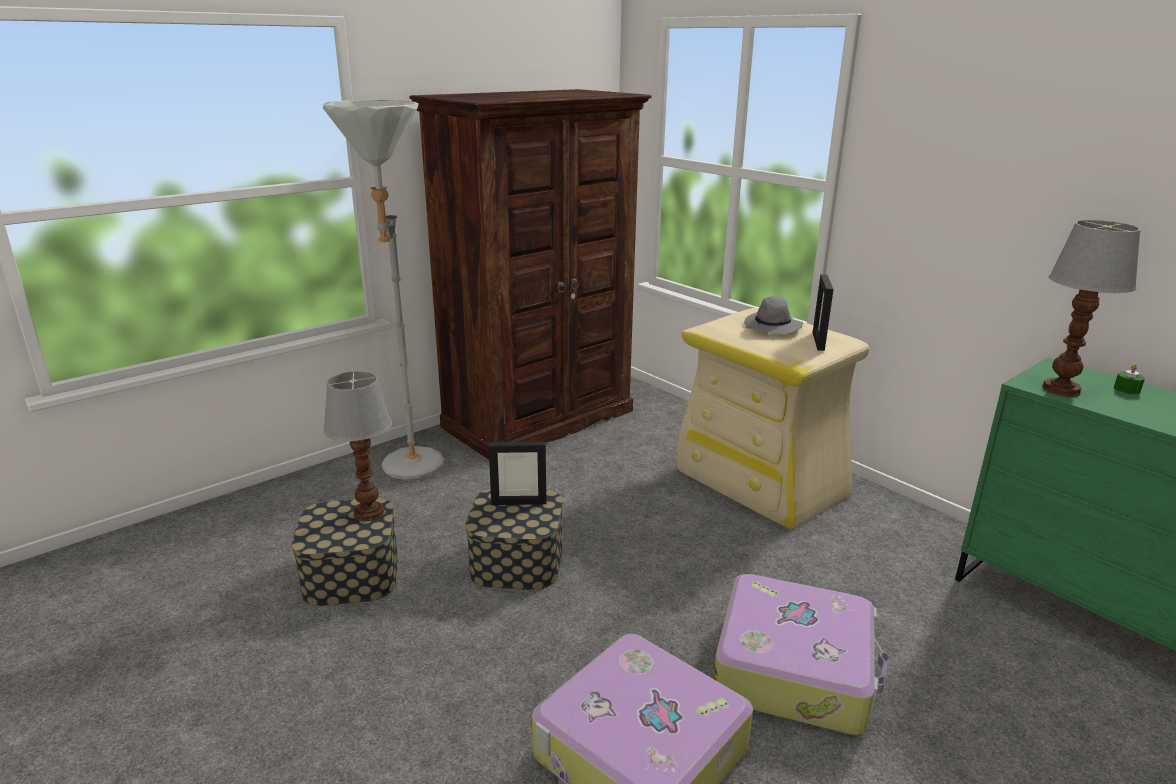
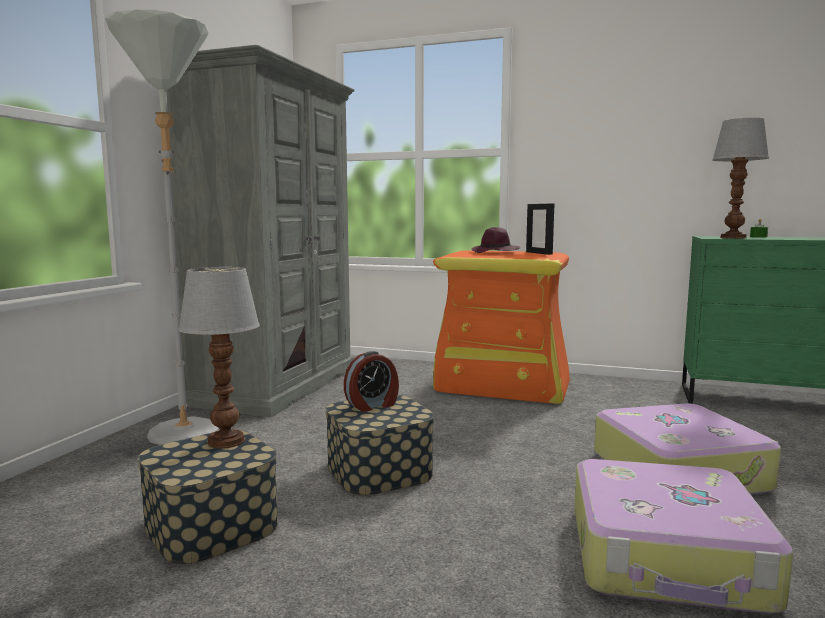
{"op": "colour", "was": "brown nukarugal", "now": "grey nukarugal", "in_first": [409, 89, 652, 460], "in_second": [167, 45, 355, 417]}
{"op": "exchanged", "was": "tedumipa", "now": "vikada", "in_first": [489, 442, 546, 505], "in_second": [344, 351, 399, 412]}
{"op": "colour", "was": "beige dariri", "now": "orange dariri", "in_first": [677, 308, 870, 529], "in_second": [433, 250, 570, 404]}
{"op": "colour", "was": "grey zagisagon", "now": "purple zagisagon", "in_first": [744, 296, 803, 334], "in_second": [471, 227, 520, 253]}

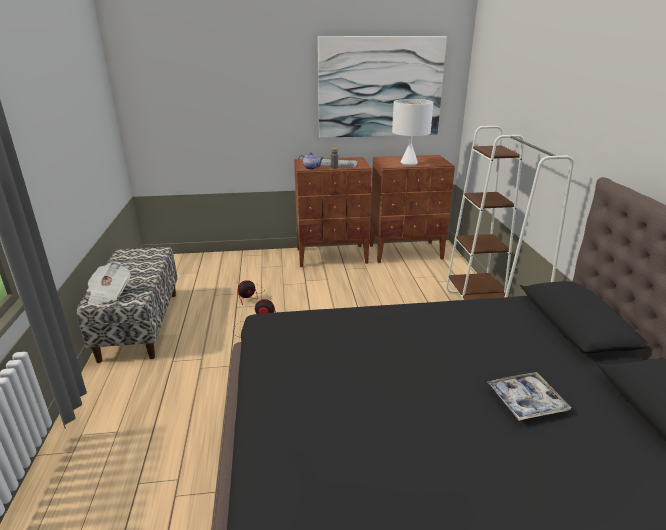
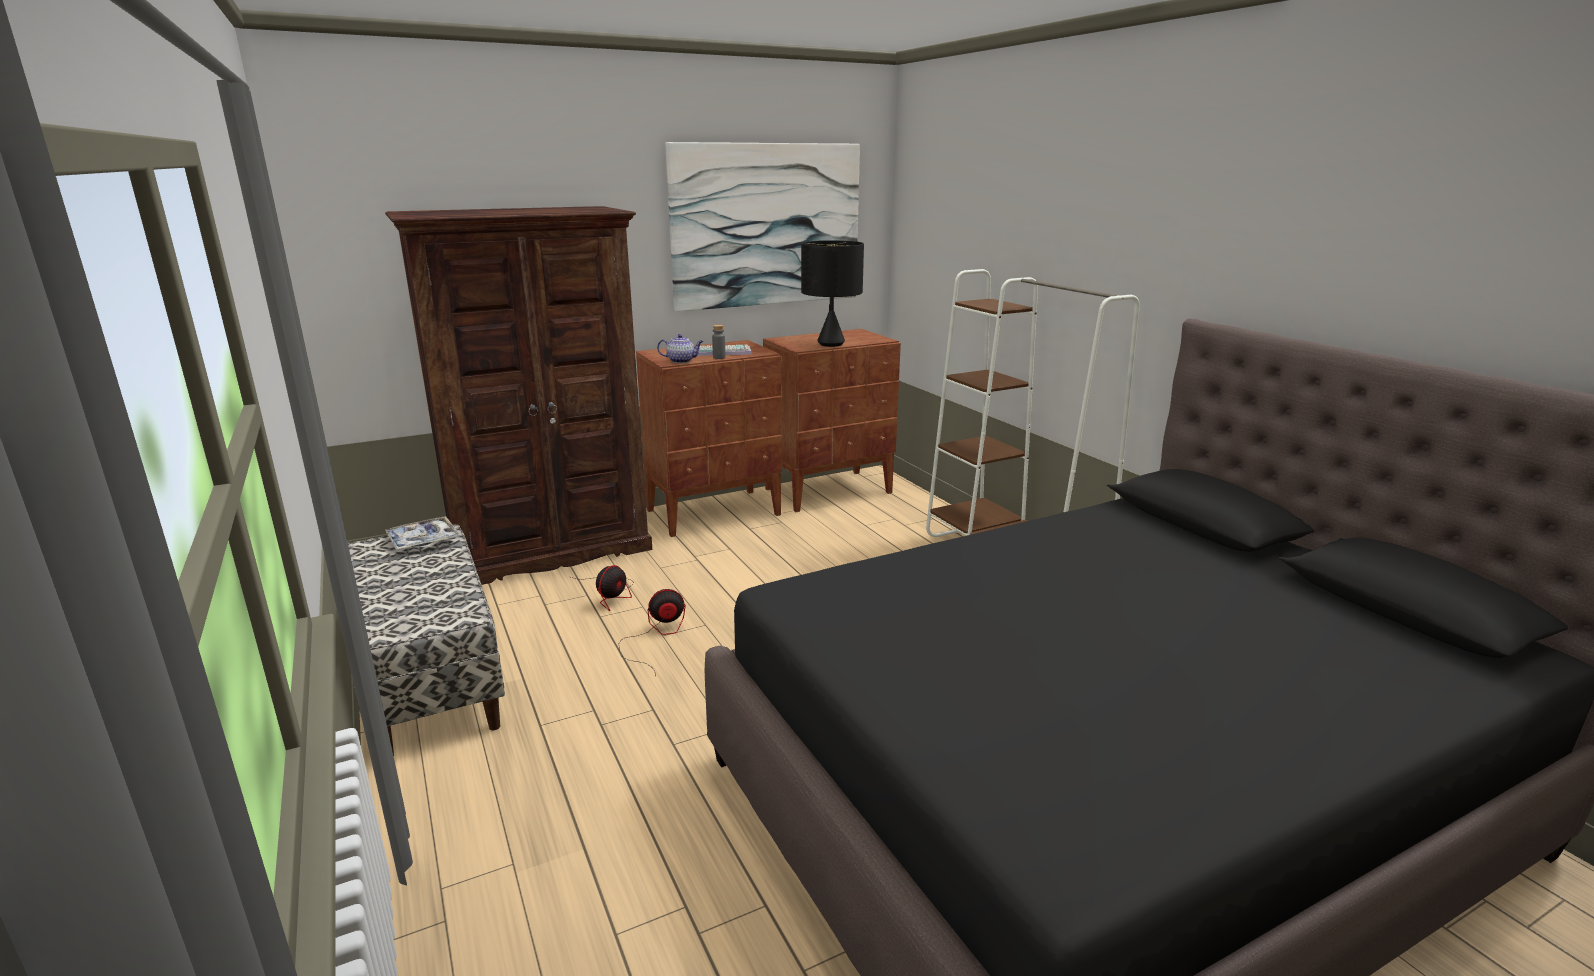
{"op": "appeared", "now": "brown nukarugal", "in_second": [385, 206, 652, 585]}
{"op": "relocated", "was": "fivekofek", "in_first": [487, 372, 571, 421], "in_second": [385, 516, 460, 550]}
{"op": "colour", "was": "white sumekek", "now": "black sumekek", "in_first": [392, 99, 433, 166], "in_second": [801, 240, 864, 347]}
{"op": "missing", "was": "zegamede", "in_first": [87, 262, 131, 305]}

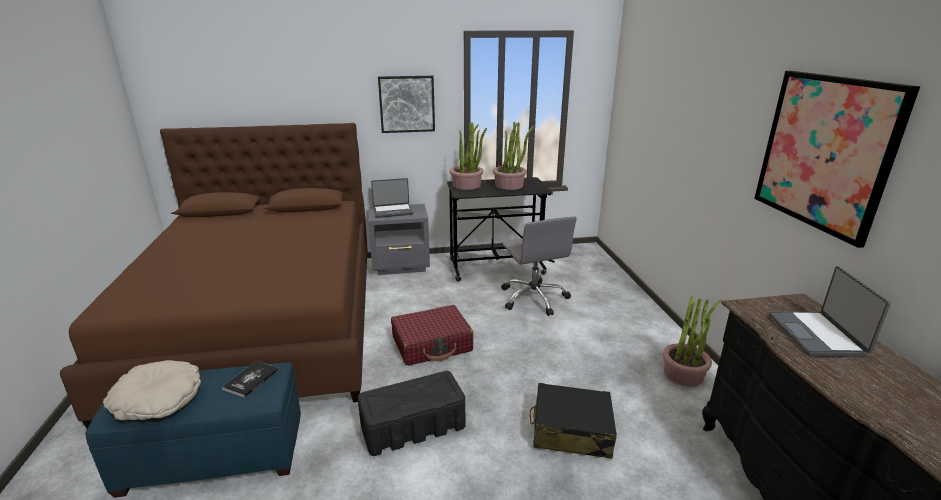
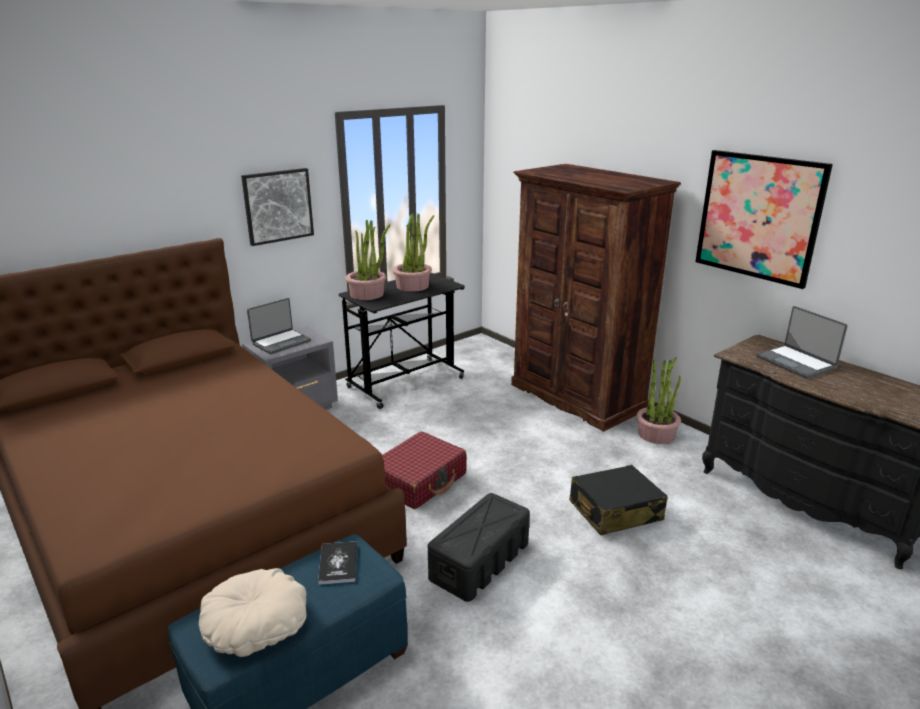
{"op": "appeared", "now": "brown nukarugal", "in_second": [511, 164, 681, 432]}
{"op": "missing", "was": "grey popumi", "in_first": [501, 216, 577, 316]}

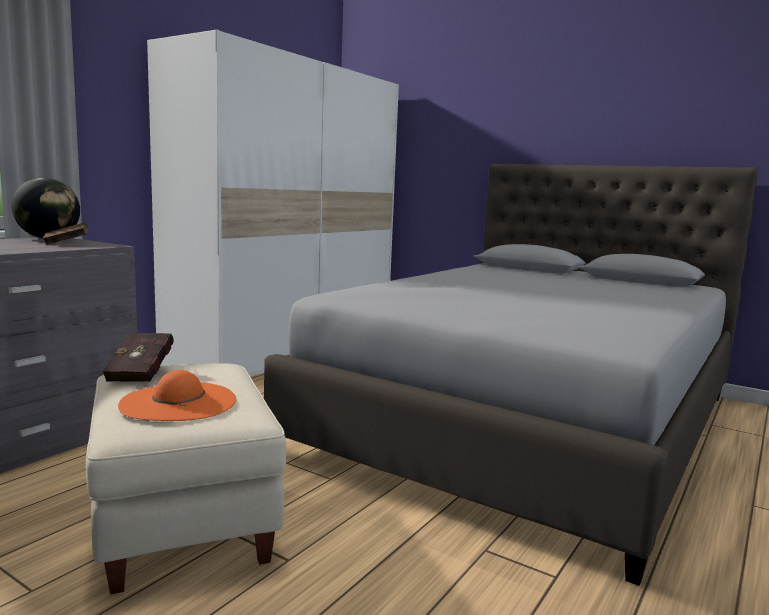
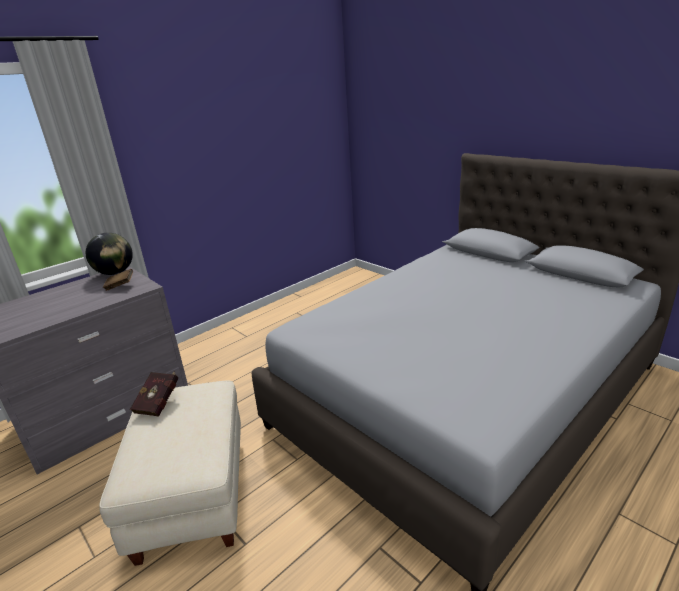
{"op": "missing", "was": "orange zagisagon", "in_first": [118, 370, 236, 421]}
{"op": "missing", "was": "white nukarugal", "in_first": [147, 30, 399, 377]}

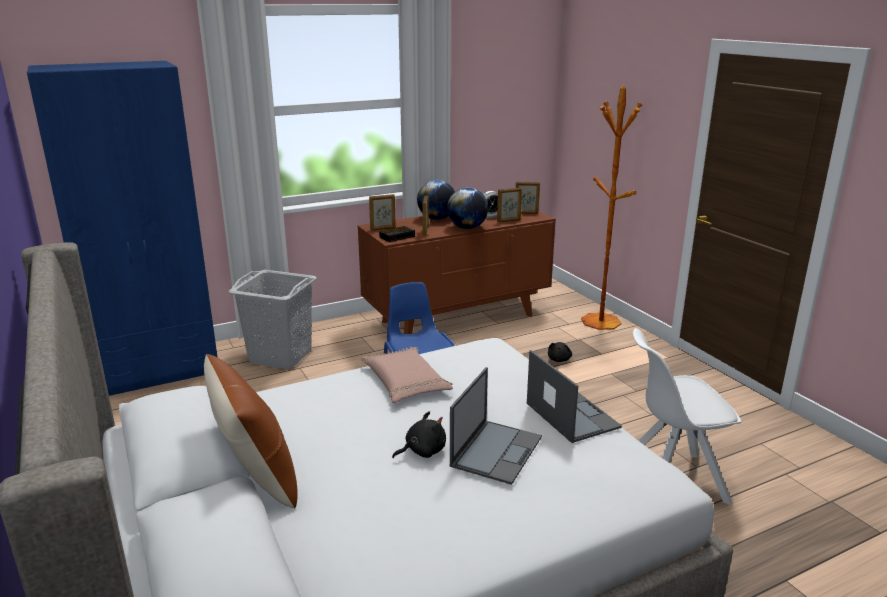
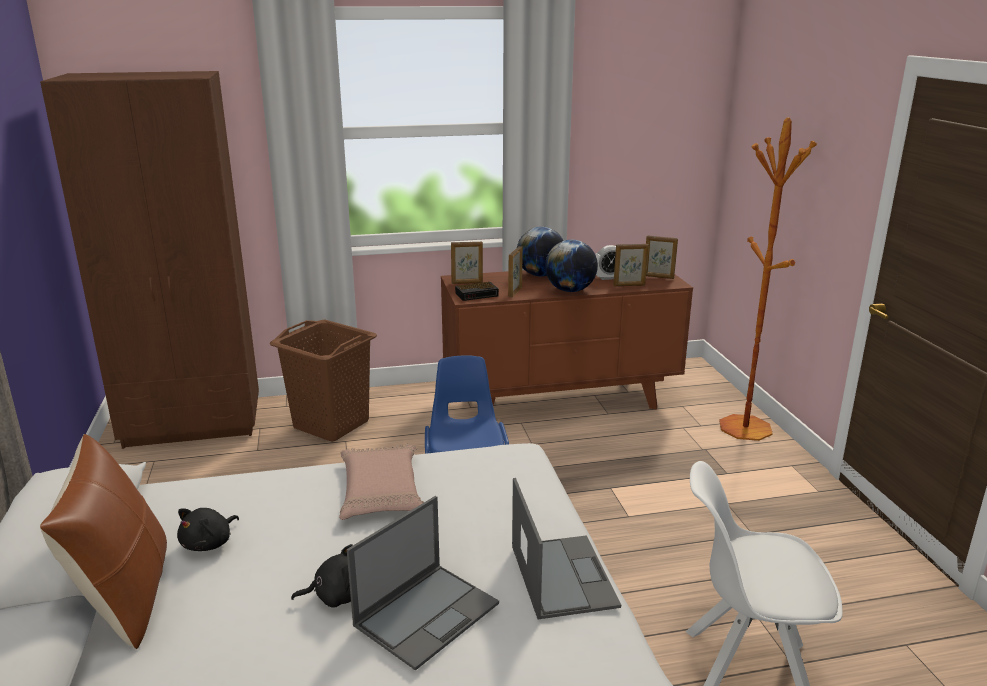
{"op": "colour", "was": "blue nukarugal", "now": "brown nukarugal", "in_first": [27, 61, 218, 396], "in_second": [40, 71, 259, 449]}
{"op": "relocated", "was": "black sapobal", "in_first": [548, 342, 572, 362], "in_second": [177, 508, 239, 551]}
{"op": "colour", "was": "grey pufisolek", "now": "brown pufisolek", "in_first": [229, 270, 317, 369], "in_second": [269, 319, 377, 442]}

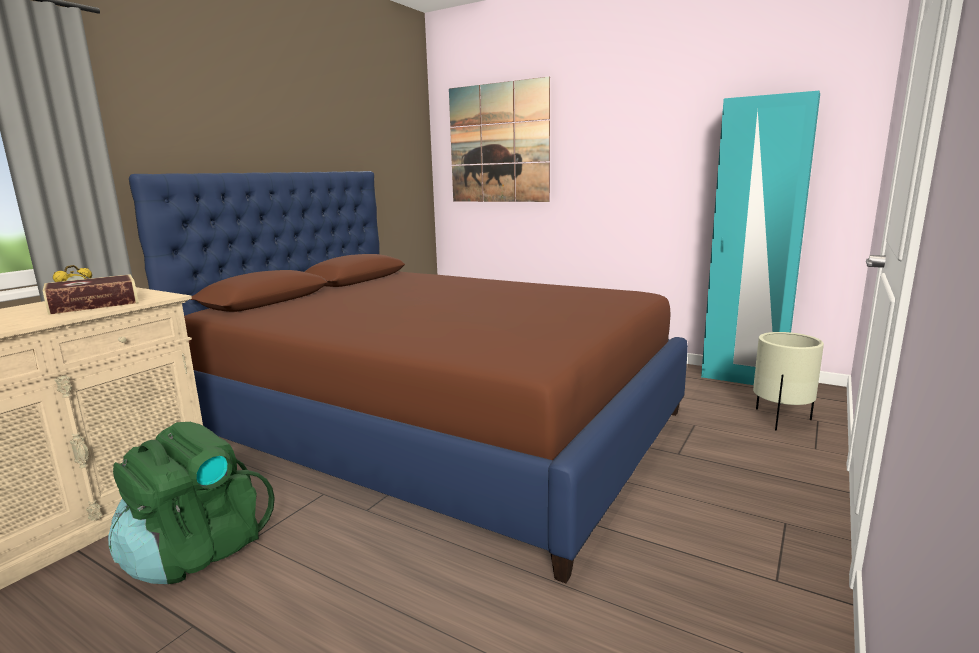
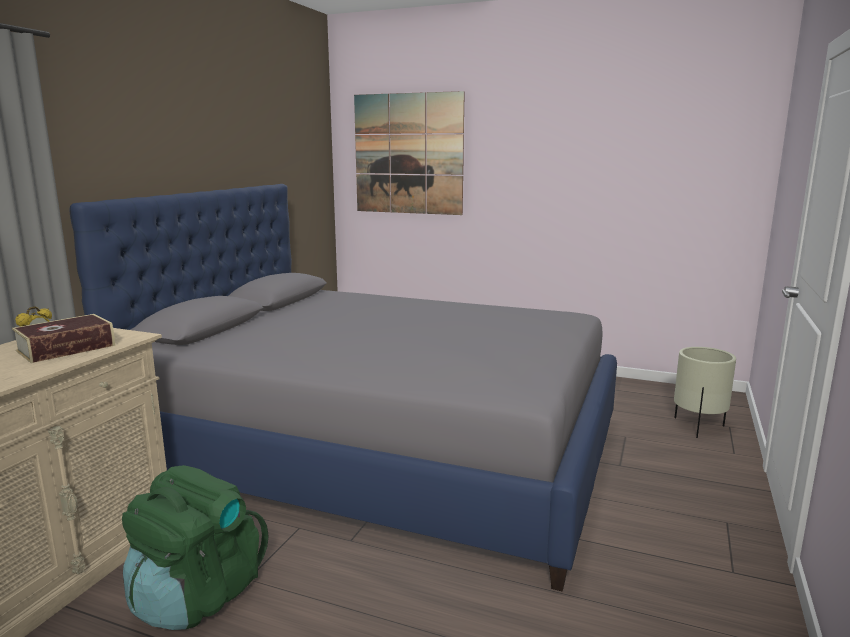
{"op": "colour", "was": "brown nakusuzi", "now": "grey nakusuzi", "in_first": [129, 171, 688, 583], "in_second": [69, 184, 617, 591]}
{"op": "missing", "was": "turquoise nukarugal", "in_first": [701, 91, 820, 385]}

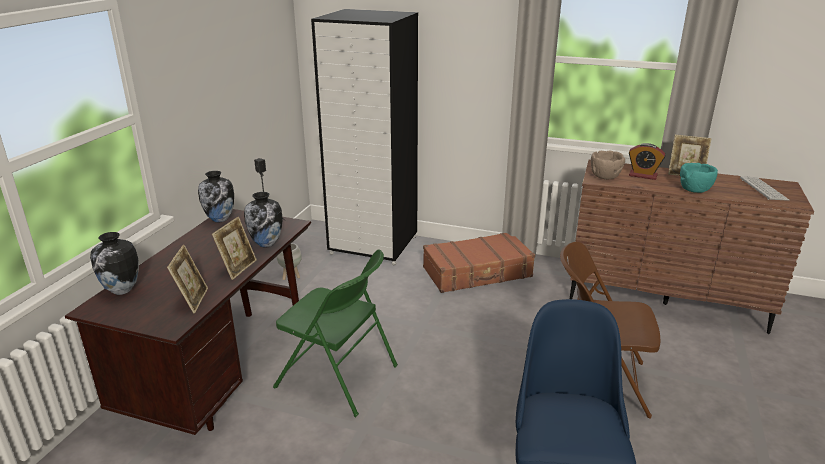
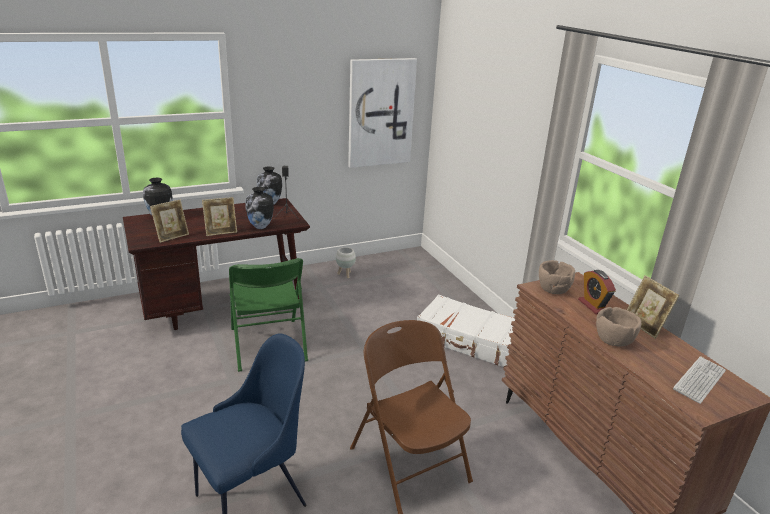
{"op": "appeared", "now": "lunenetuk", "in_second": [348, 58, 417, 168]}
{"op": "colour", "was": "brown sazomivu", "now": "white sazomivu", "in_first": [423, 233, 535, 293], "in_second": [417, 295, 515, 367]}
{"op": "colour", "was": "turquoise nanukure", "now": "brown nanukure", "in_first": [680, 163, 718, 193], "in_second": [596, 307, 641, 347]}
{"op": "missing", "was": "nukarugal", "in_first": [311, 9, 418, 265]}

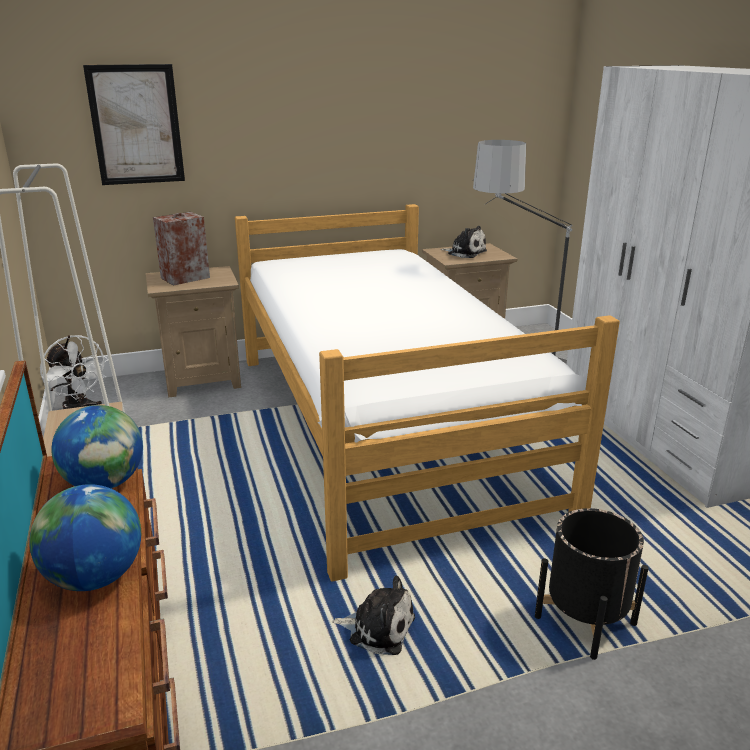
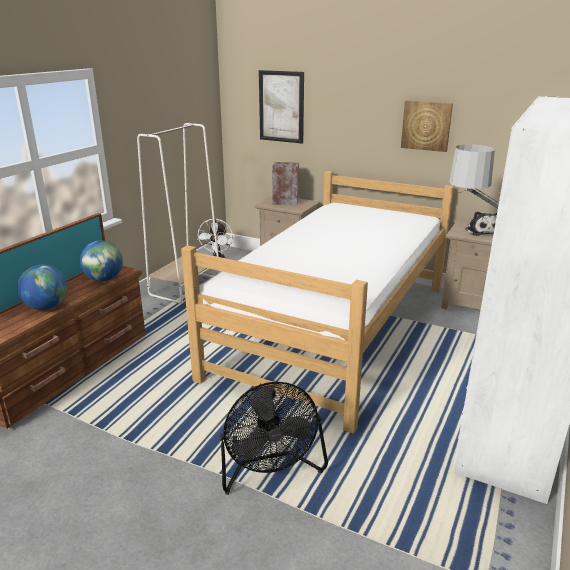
{"op": "exchanged", "was": "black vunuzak", "now": "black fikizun", "in_first": [535, 508, 649, 660], "in_second": [220, 381, 328, 495]}
{"op": "appeared", "now": "lunenetuk", "in_second": [401, 101, 453, 152]}
{"op": "missing", "was": "sapobal", "in_first": [332, 576, 415, 655]}

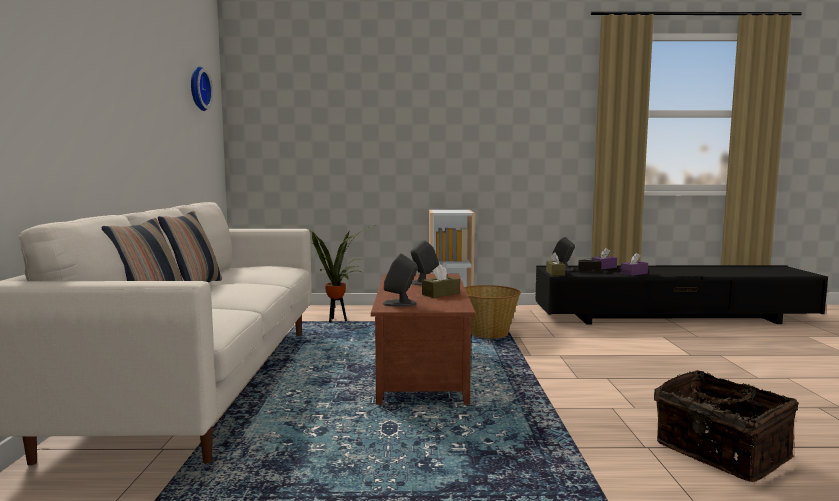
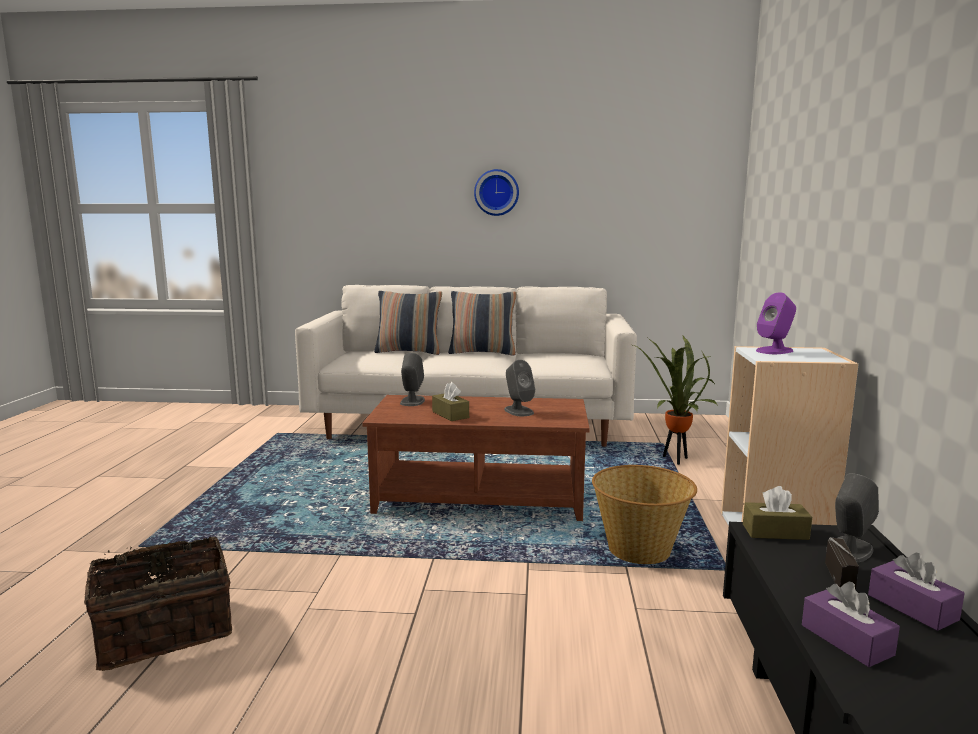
{"op": "relocated", "was": "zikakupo", "in_first": [191, 67, 213, 111], "in_second": [474, 169, 519, 216]}
{"op": "appeared", "now": "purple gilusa", "in_second": [756, 292, 796, 354]}

